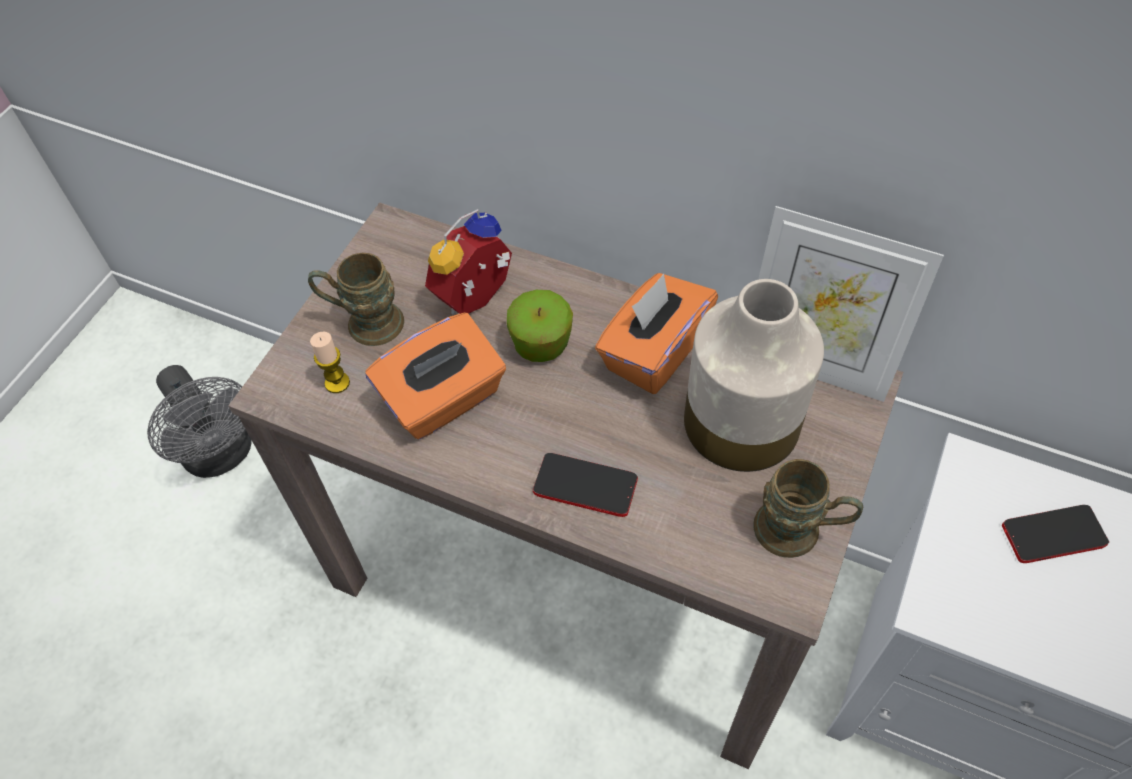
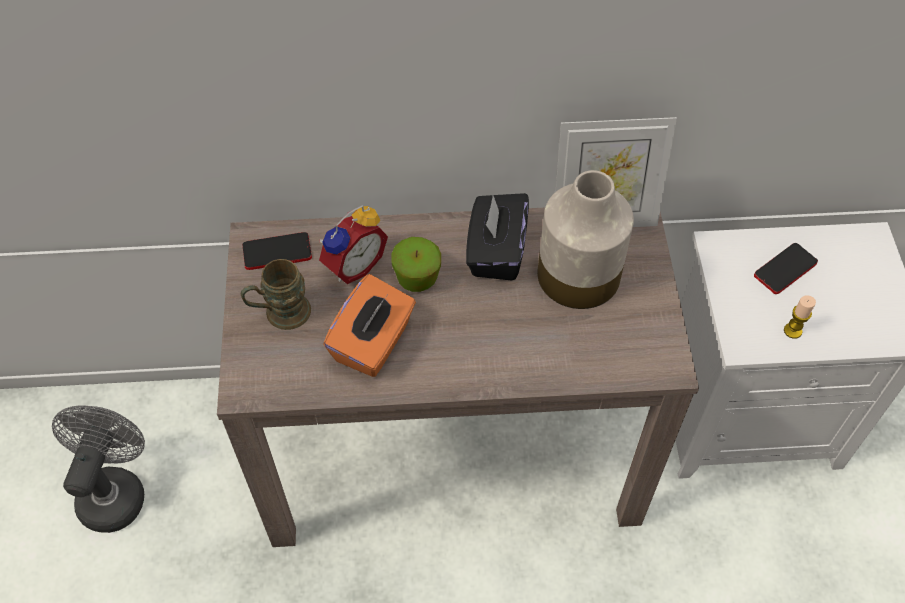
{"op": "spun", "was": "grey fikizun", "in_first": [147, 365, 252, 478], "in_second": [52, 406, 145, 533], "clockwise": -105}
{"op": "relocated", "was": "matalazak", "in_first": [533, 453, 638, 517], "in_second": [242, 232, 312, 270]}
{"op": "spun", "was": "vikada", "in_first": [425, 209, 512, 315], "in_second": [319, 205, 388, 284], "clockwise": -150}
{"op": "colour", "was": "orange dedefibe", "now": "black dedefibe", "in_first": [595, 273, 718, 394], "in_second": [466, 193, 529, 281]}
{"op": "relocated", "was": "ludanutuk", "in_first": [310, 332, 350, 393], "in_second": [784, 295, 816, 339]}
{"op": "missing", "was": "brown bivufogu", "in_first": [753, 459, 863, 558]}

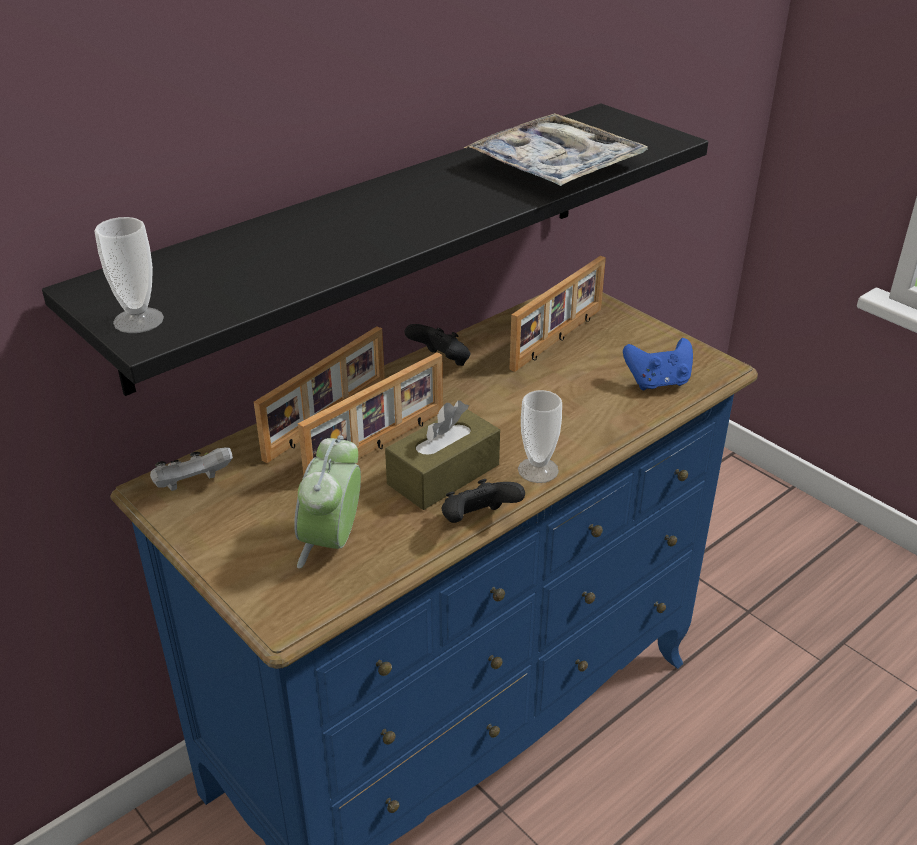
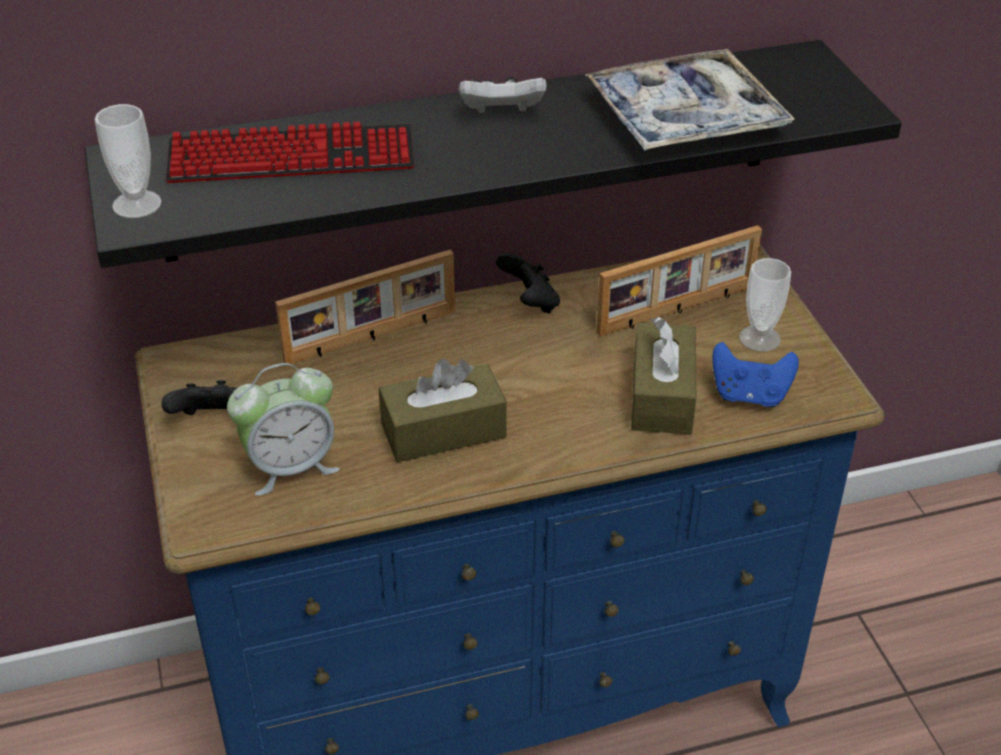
{"op": "relocated", "was": "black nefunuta", "in_first": [442, 479, 525, 523], "in_second": [162, 380, 237, 415]}
{"op": "appeared", "now": "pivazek", "in_second": [166, 122, 415, 183]}
{"op": "spun", "was": "vikada", "in_first": [294, 435, 361, 568], "in_second": [227, 363, 340, 496], "clockwise": -150}
{"op": "relocated", "was": "white nefunuta", "in_first": [150, 448, 233, 491], "in_second": [459, 77, 547, 113]}
{"op": "appeared", "now": "brown dedefibe", "in_second": [631, 317, 696, 435]}
{"op": "relocated", "was": "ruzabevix", "in_first": [518, 390, 562, 483], "in_second": [739, 258, 791, 352]}
{"op": "missing", "was": "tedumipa", "in_first": [298, 352, 443, 475]}

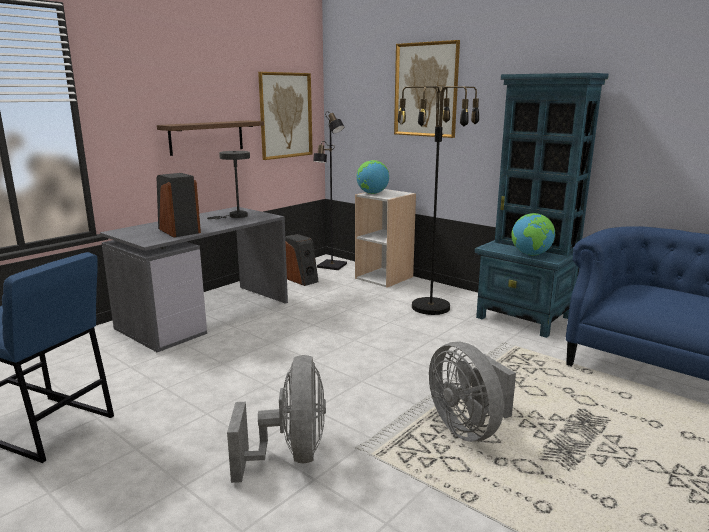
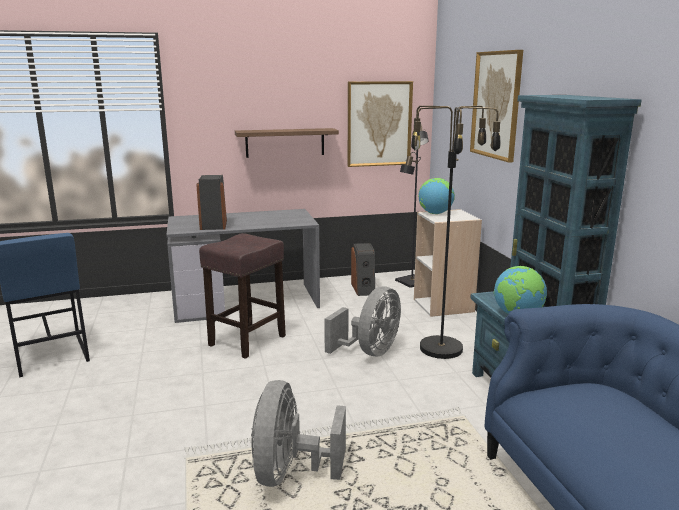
{"op": "appeared", "now": "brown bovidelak", "in_second": [199, 233, 286, 359]}
{"op": "relocated", "was": "grey fikizun", "in_first": [227, 355, 326, 483], "in_second": [324, 286, 401, 356]}
{"op": "missing", "was": "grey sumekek", "in_first": [207, 151, 250, 219]}

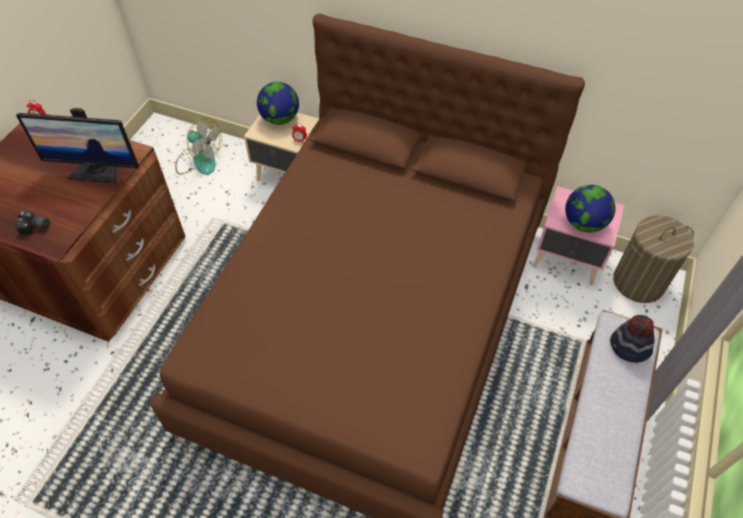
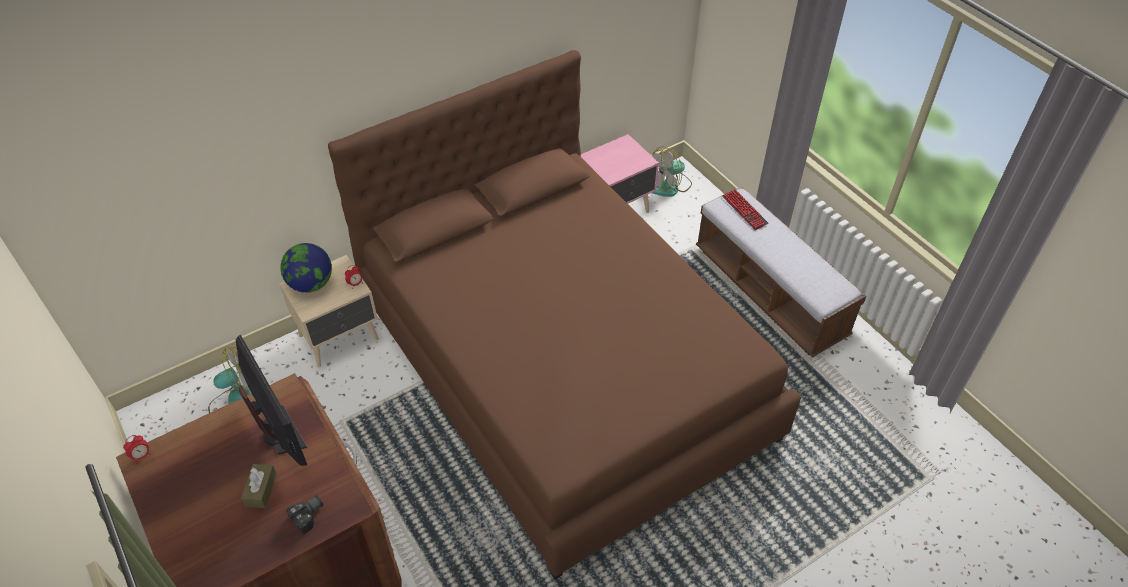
{"op": "spun", "was": "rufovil", "in_first": [16, 108, 139, 183], "in_second": [236, 335, 307, 466], "clockwise": -75}
{"op": "appeared", "now": "brown dedefibe", "in_second": [241, 464, 277, 508]}
{"op": "exchanged", "was": "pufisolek", "now": "fikizun", "in_first": [613, 216, 694, 303], "in_second": [651, 146, 692, 197]}
{"op": "exchanged", "was": "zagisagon", "now": "pivazek", "in_first": [610, 315, 655, 363], "in_second": [722, 189, 769, 230]}
{"op": "missing", "was": "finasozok", "in_first": [565, 185, 615, 233]}

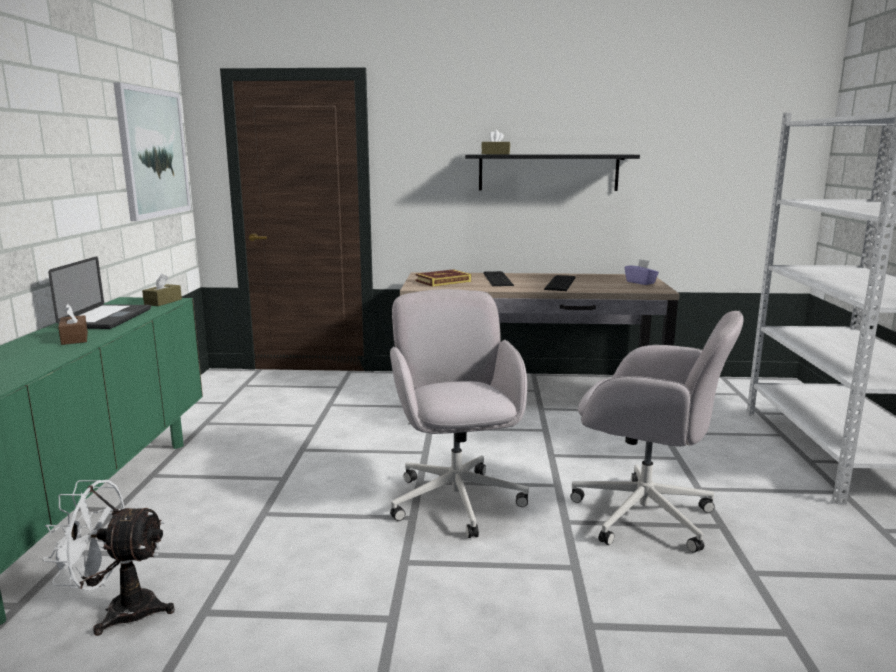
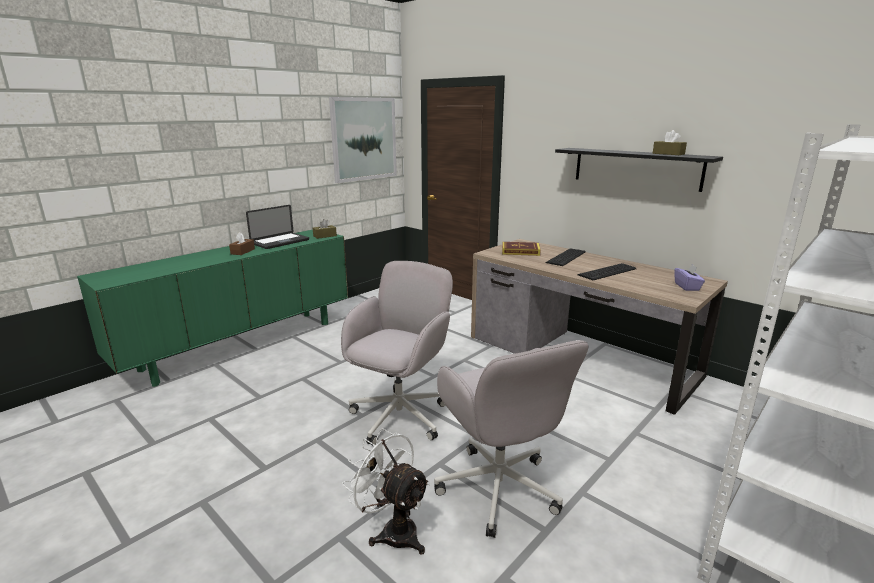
{"op": "relocated", "was": "white fikizun", "in_first": [43, 480, 175, 636], "in_second": [342, 428, 430, 555]}
{"op": "relocated", "was": "brown dedefibe", "in_first": [481, 130, 510, 154], "in_second": [653, 130, 687, 155]}

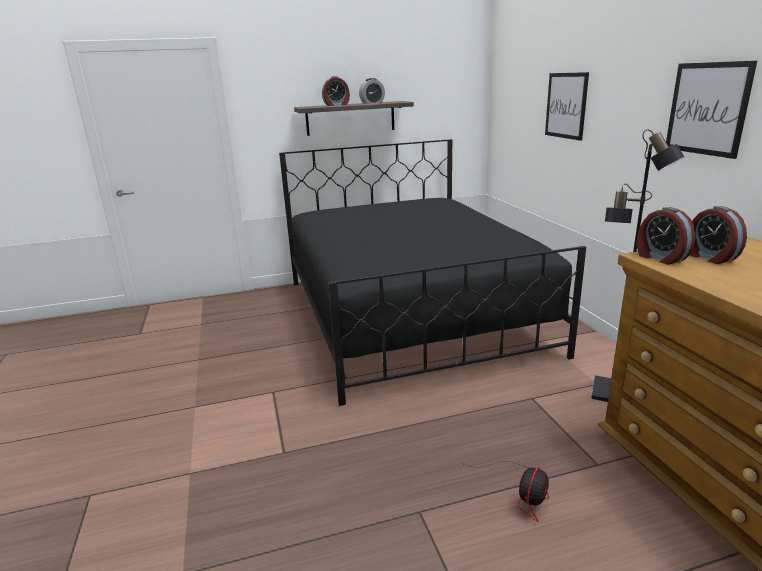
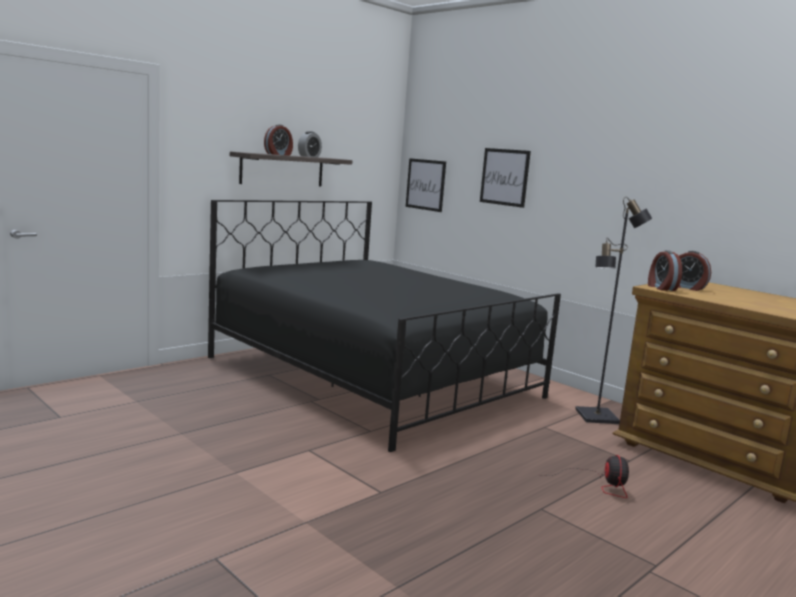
{"op": "relocated", "was": "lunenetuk", "in_first": [666, 61, 757, 159], "in_second": [406, 158, 446, 212]}
{"op": "spun", "was": "vikada", "in_first": [637, 207, 696, 265], "in_second": [648, 250, 682, 291], "clockwise": 45}

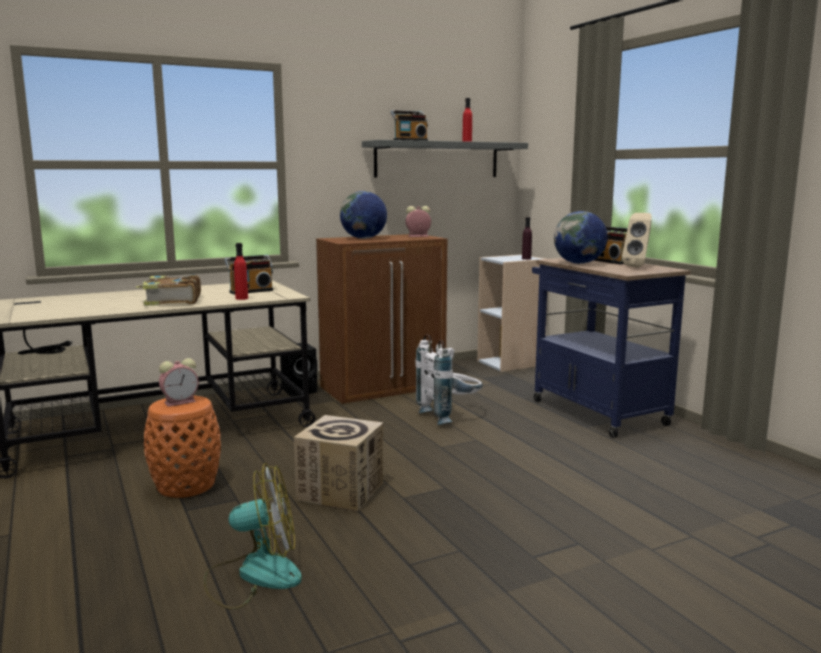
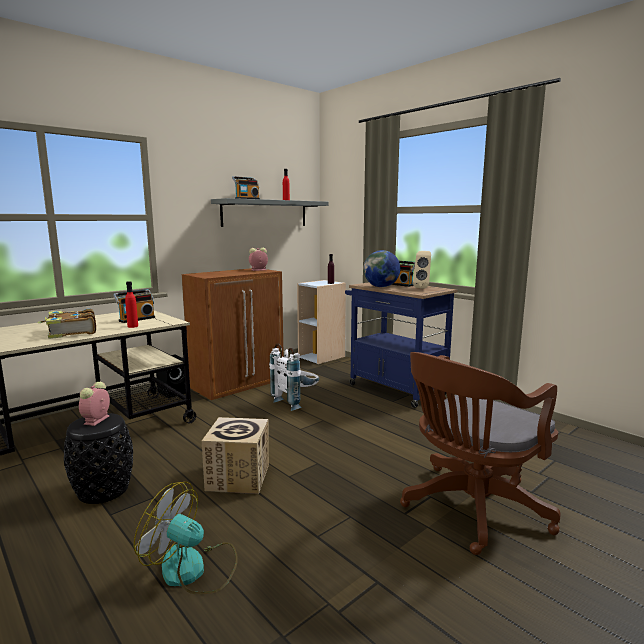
{"op": "colour", "was": "orange bovidelak", "now": "black bovidelak", "in_first": [144, 395, 221, 498], "in_second": [64, 413, 133, 504]}
{"op": "spun", "was": "vikada", "in_first": [159, 358, 199, 407], "in_second": [79, 382, 110, 426], "clockwise": 150}
{"op": "spun", "was": "fikizun", "in_first": [204, 463, 302, 609], "in_second": [134, 481, 238, 594], "clockwise": -135}
{"op": "appeared", "now": "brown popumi", "in_second": [400, 352, 561, 555]}
{"op": "missing", "was": "finasozok", "in_first": [340, 191, 387, 239]}

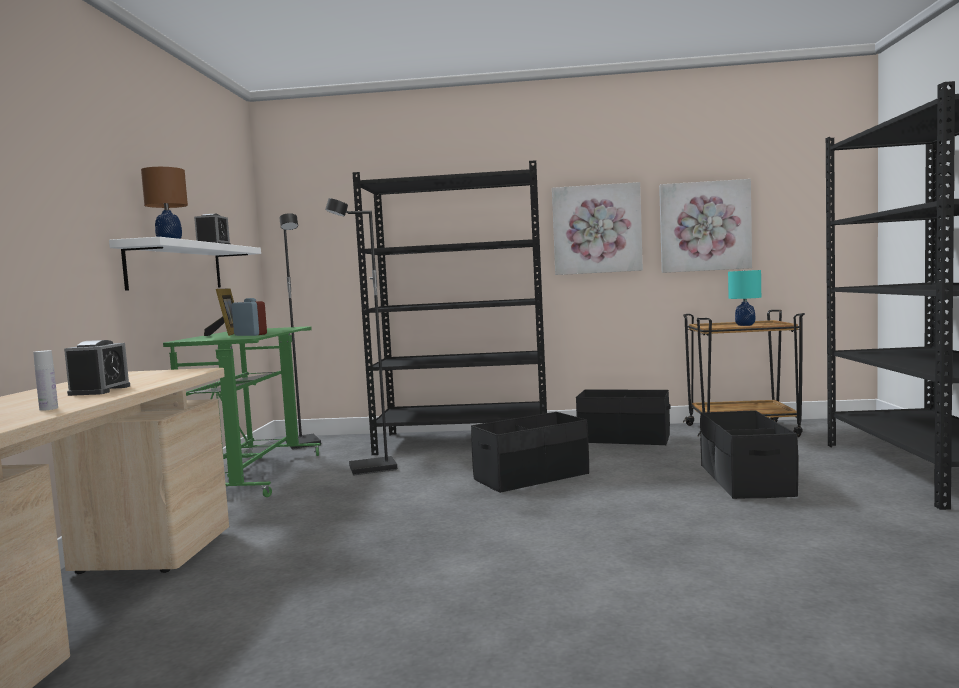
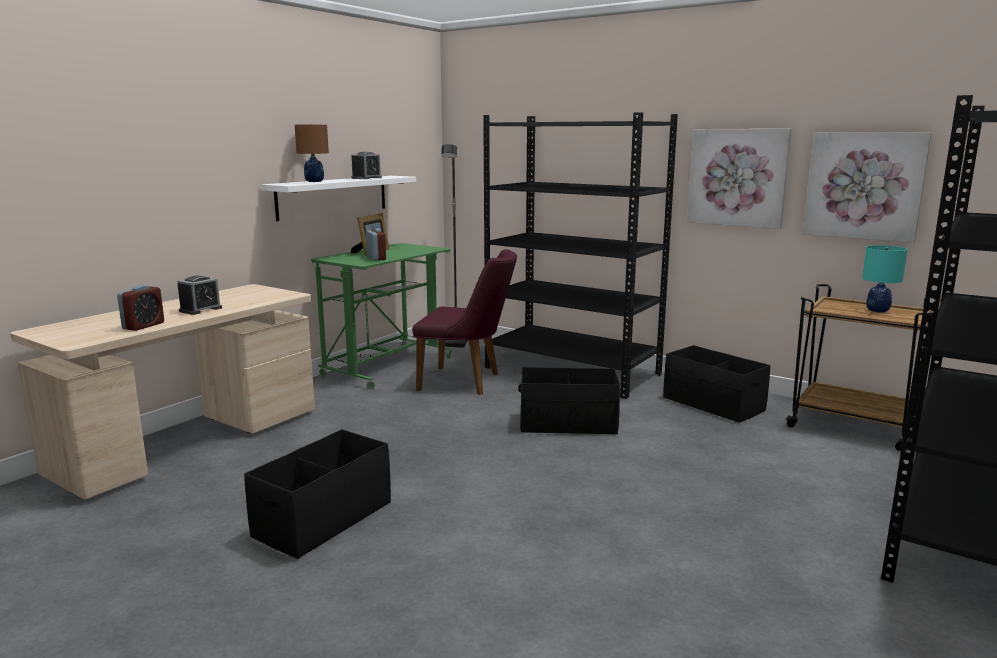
{"op": "exchanged", "was": "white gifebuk", "now": "vikada", "in_first": [33, 350, 58, 411], "in_second": [117, 285, 164, 331]}
{"op": "relocated", "was": "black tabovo", "in_first": [700, 410, 798, 499], "in_second": [244, 429, 391, 559]}
{"op": "exchanged", "was": "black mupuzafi", "now": "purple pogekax", "in_first": [325, 198, 397, 475], "in_second": [412, 249, 517, 395]}

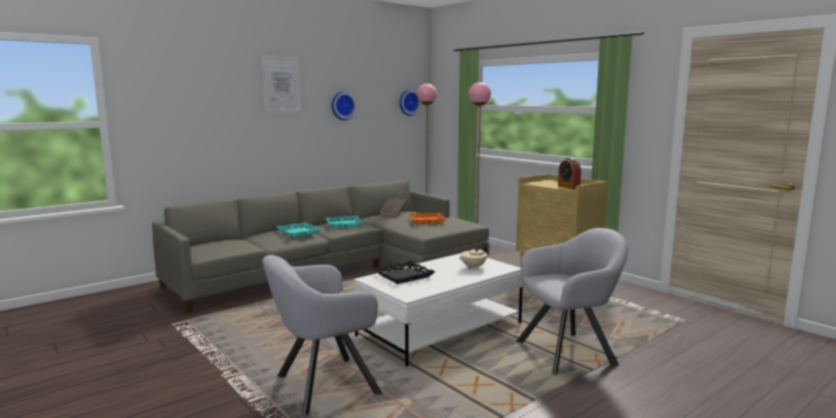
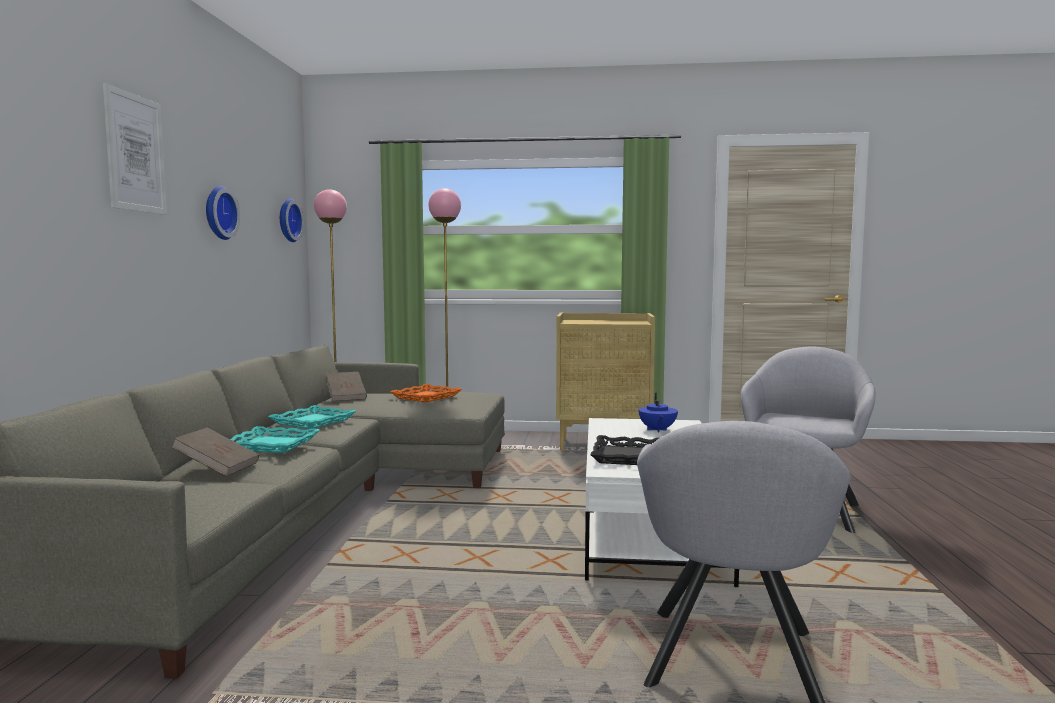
{"op": "appeared", "now": "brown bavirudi", "in_second": [171, 428, 259, 476]}
{"op": "colour", "was": "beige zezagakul", "now": "blue zezagakul", "in_first": [460, 243, 487, 269], "in_second": [638, 393, 678, 433]}
{"op": "missing", "was": "vikada", "in_first": [558, 158, 581, 189]}

